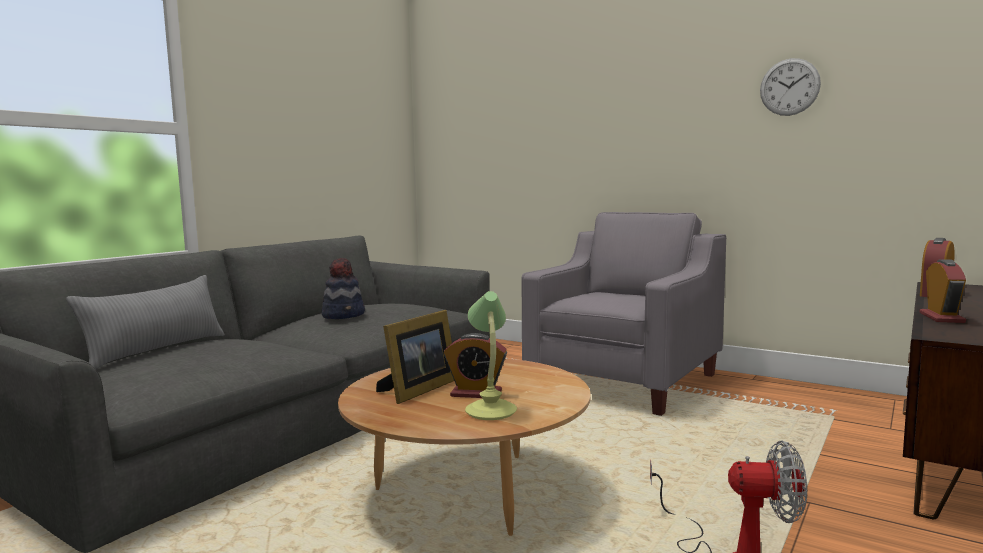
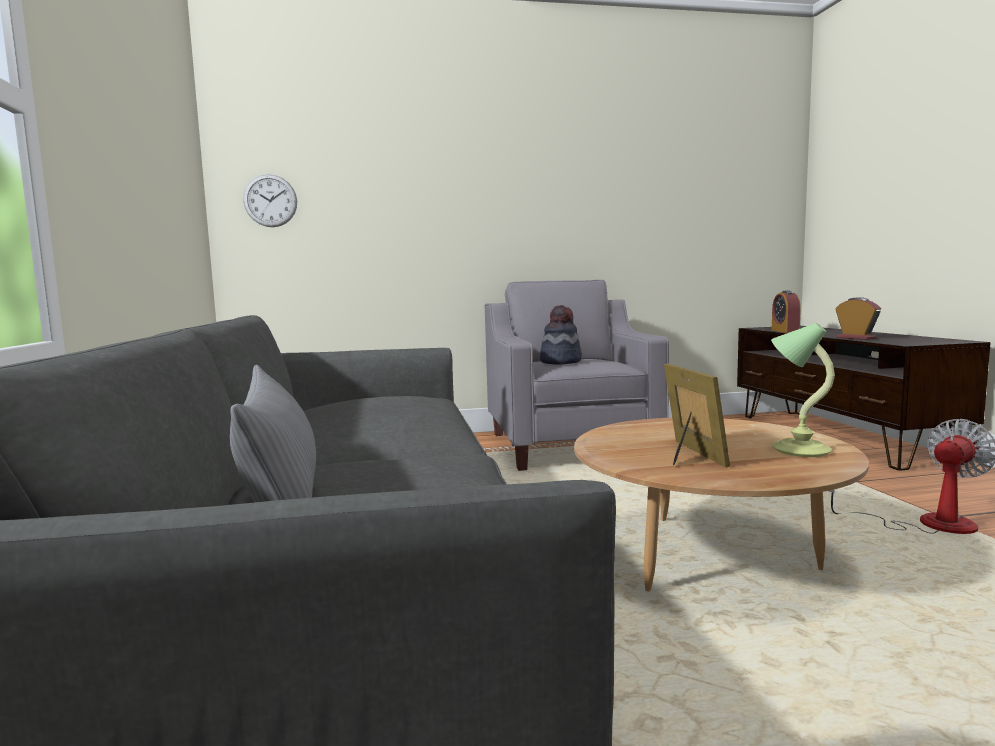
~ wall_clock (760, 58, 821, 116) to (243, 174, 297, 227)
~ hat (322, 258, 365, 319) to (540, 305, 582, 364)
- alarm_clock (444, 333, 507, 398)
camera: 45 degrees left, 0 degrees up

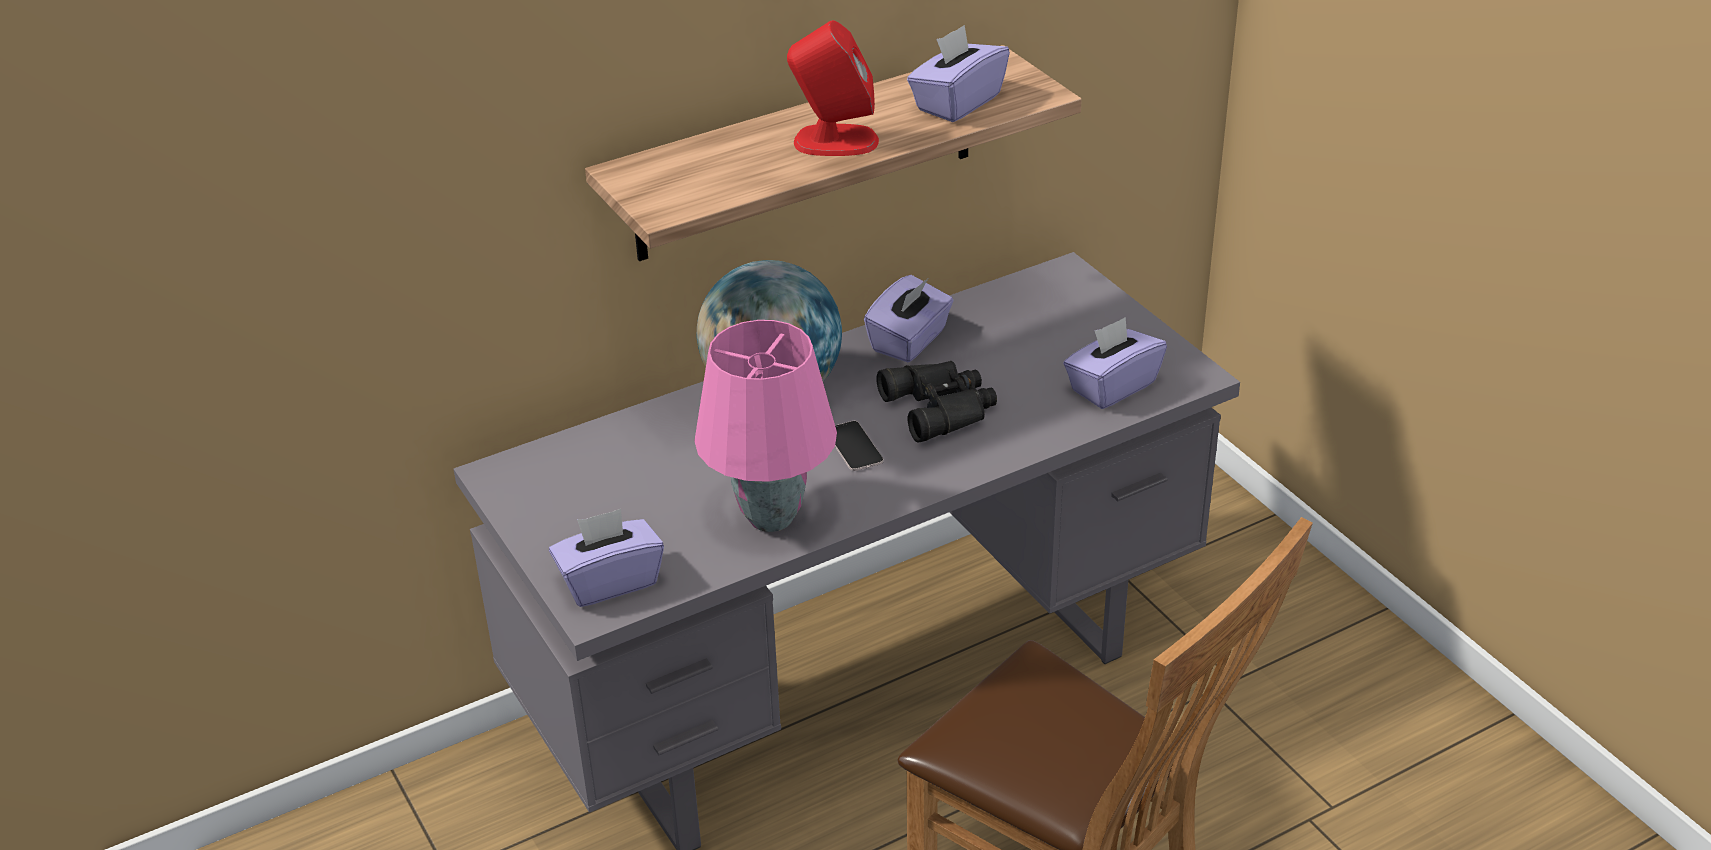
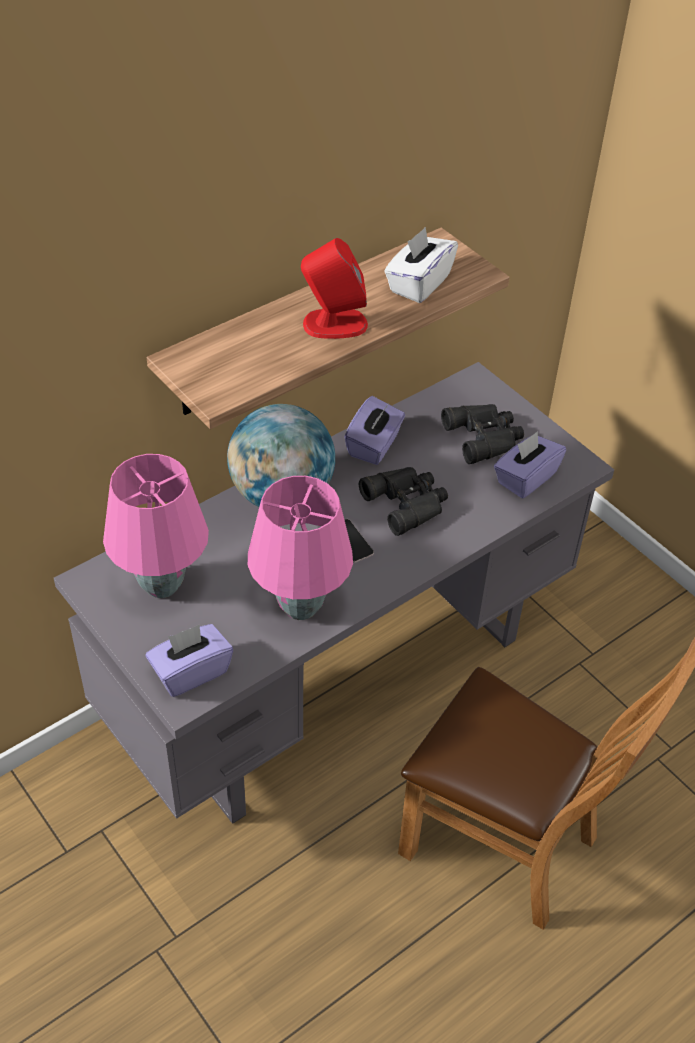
~ purple_tissue_box (907, 25, 1010, 122) to white_tissue_box (384, 227, 458, 303)
+ black_binoculars (441, 404, 524, 464)
+ pink_table_lamp (103, 454, 209, 598)
camera: 10 degrees left, 10 degrees up

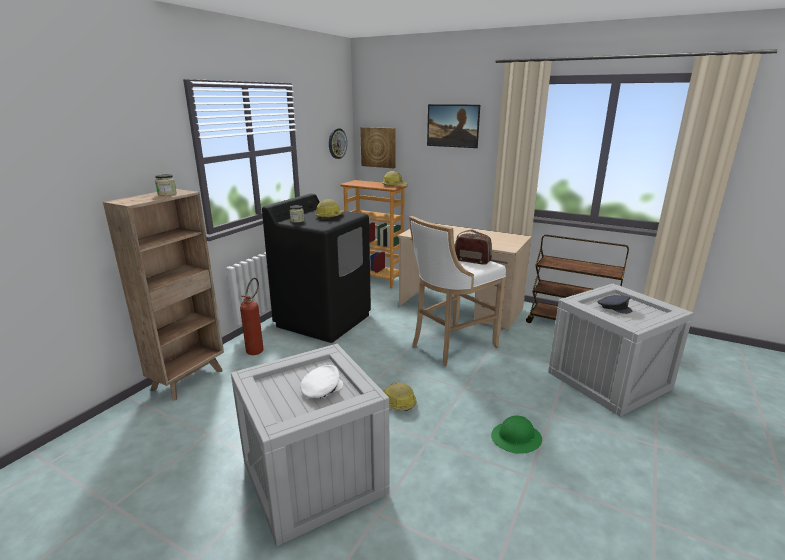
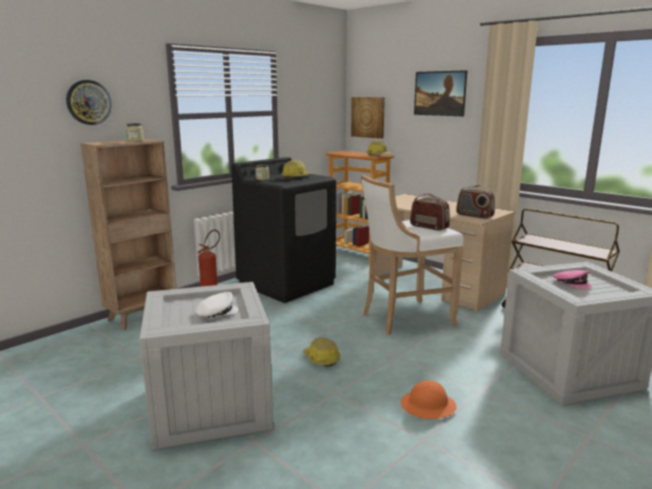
~ wall_clock (329, 128, 347, 159) to (66, 80, 112, 125)
~ grey_cap (597, 295, 632, 314) to pink_cap (553, 270, 592, 289)
~ green_hard_hat (491, 416, 542, 454) to orange_hard_hat (401, 381, 457, 419)
+ radio (456, 185, 495, 219)
camera: 15 degrees right, 5 degrees down

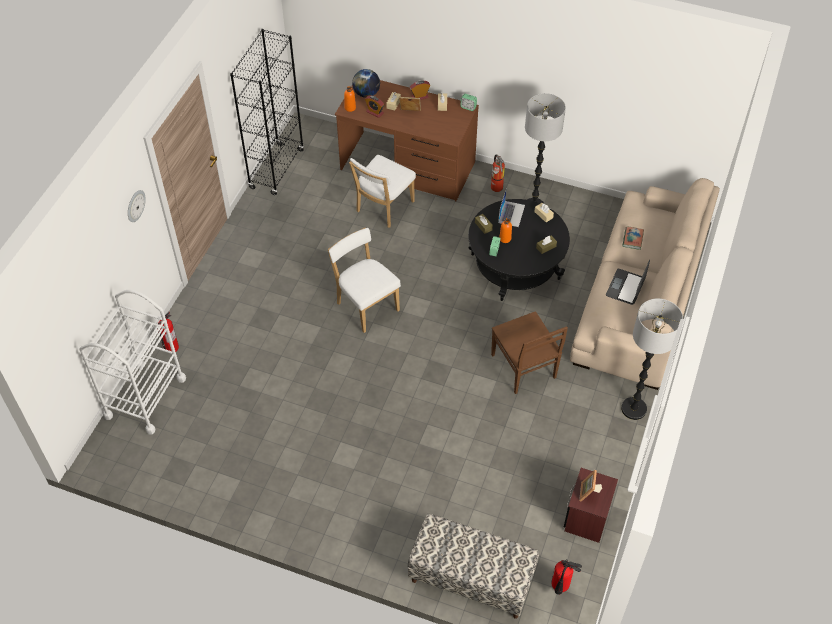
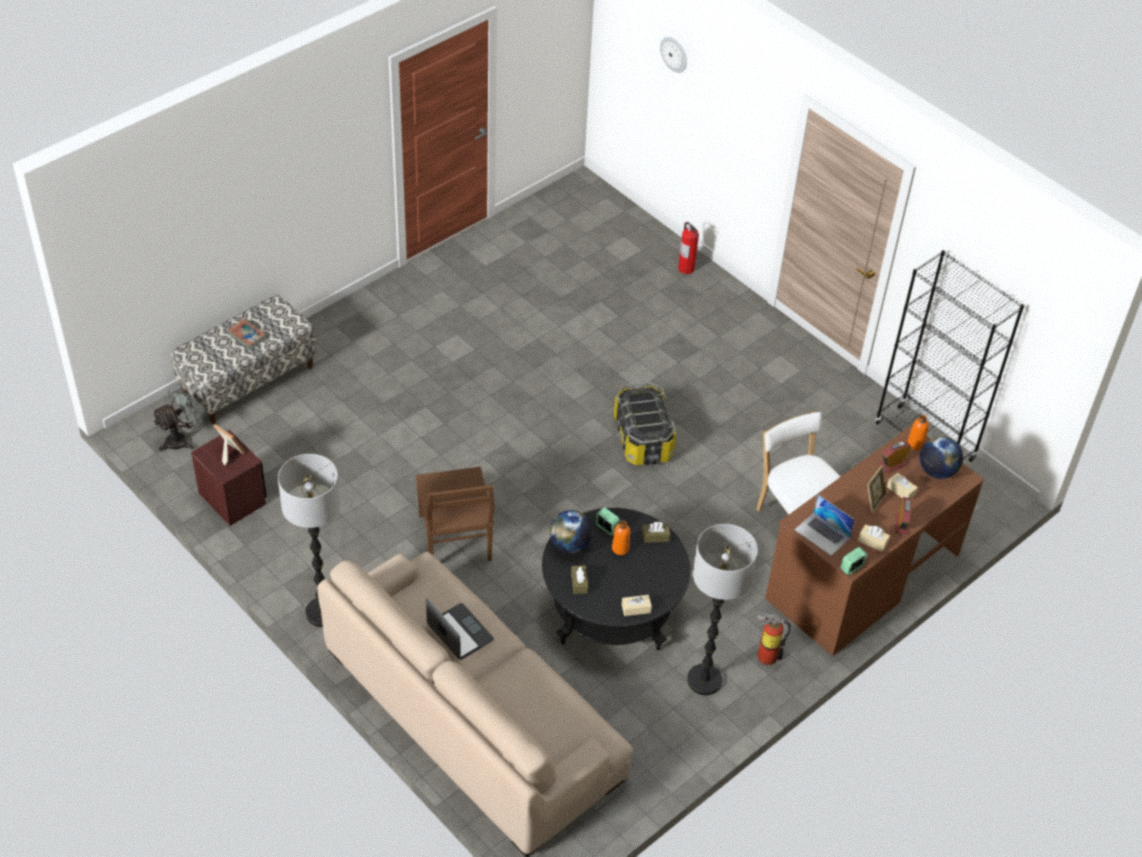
~ laptop (498, 188, 525, 227) to (795, 494, 855, 556)
~ wall_clock (128, 190, 146, 222) to (660, 37, 687, 73)
~ book (622, 226, 644, 250) to (227, 319, 267, 350)
~ white_chair (328, 228, 401, 333) to storage_box (614, 382, 676, 465)
- white_cart (79, 290, 186, 435)
~ brown_chair (491, 311, 568, 394) = (415, 467, 494, 561) 105 degrees counterclockwise
~ fire_extinguisher (551, 559, 582, 595) to grey_fan (152, 384, 204, 452)
+ globe (550, 510, 593, 553)
camera: 115 degrees right, 5 degrees down

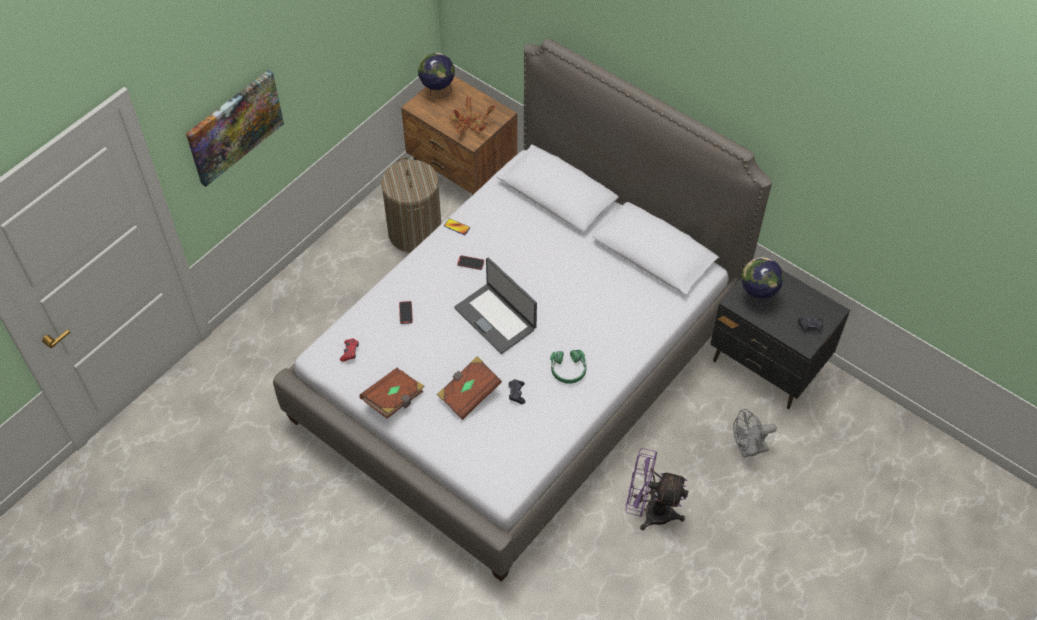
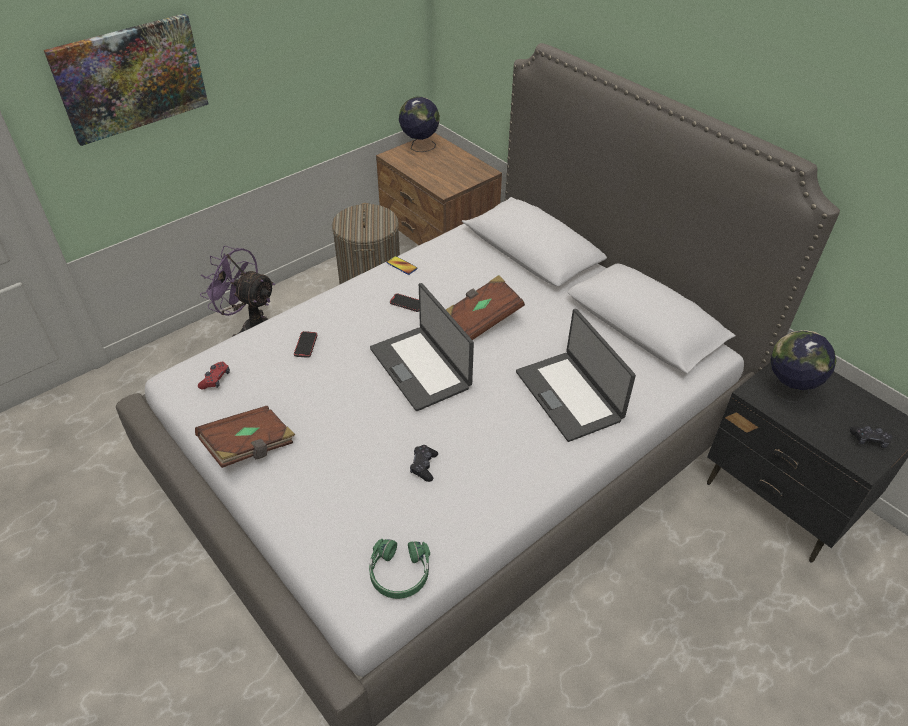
- potted_plant (450, 97, 495, 133)
~ green_headphones (550, 349, 587, 384) to (369, 539, 430, 599)
~ brown_book (437, 356, 502, 420) to (446, 275, 525, 340)
- grey_fan (733, 409, 777, 458)
~ purple_fan (625, 448, 689, 531) to (200, 246, 275, 337)
+ laptop (516, 309, 636, 442)
camera: 10 degrees right, 10 degrees down

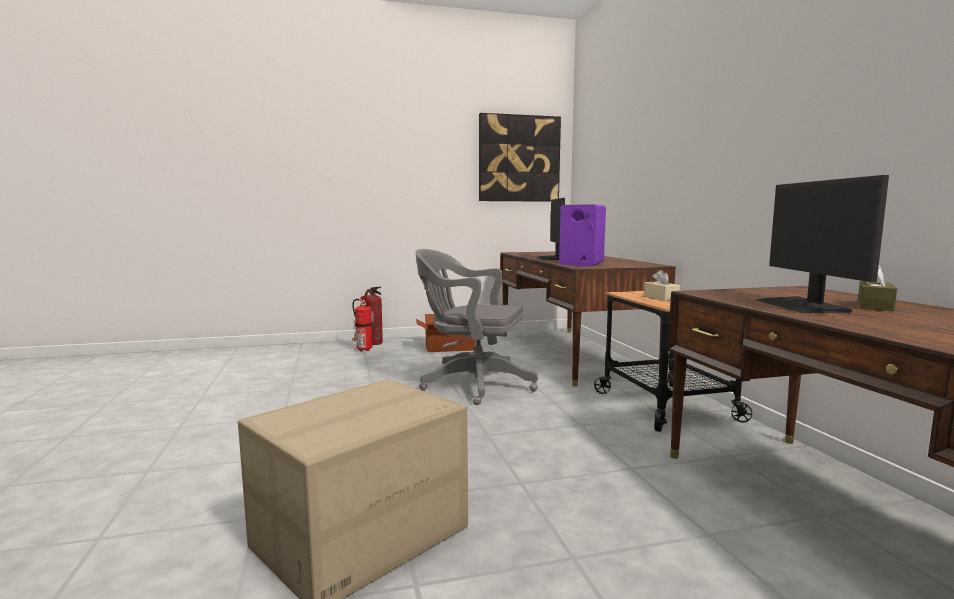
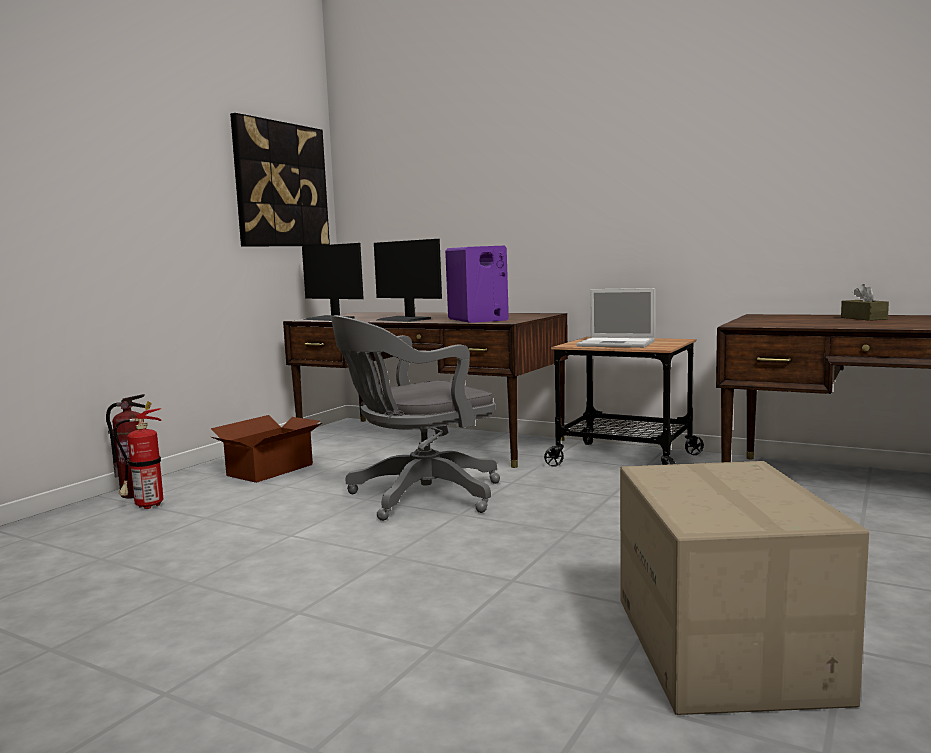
~ monitor (756, 175, 889, 313) to (302, 243, 364, 321)
~ beige_tissue_box (644, 270, 680, 301) to laptop (577, 288, 655, 348)
camera: 45 degrees left, 0 degrees up

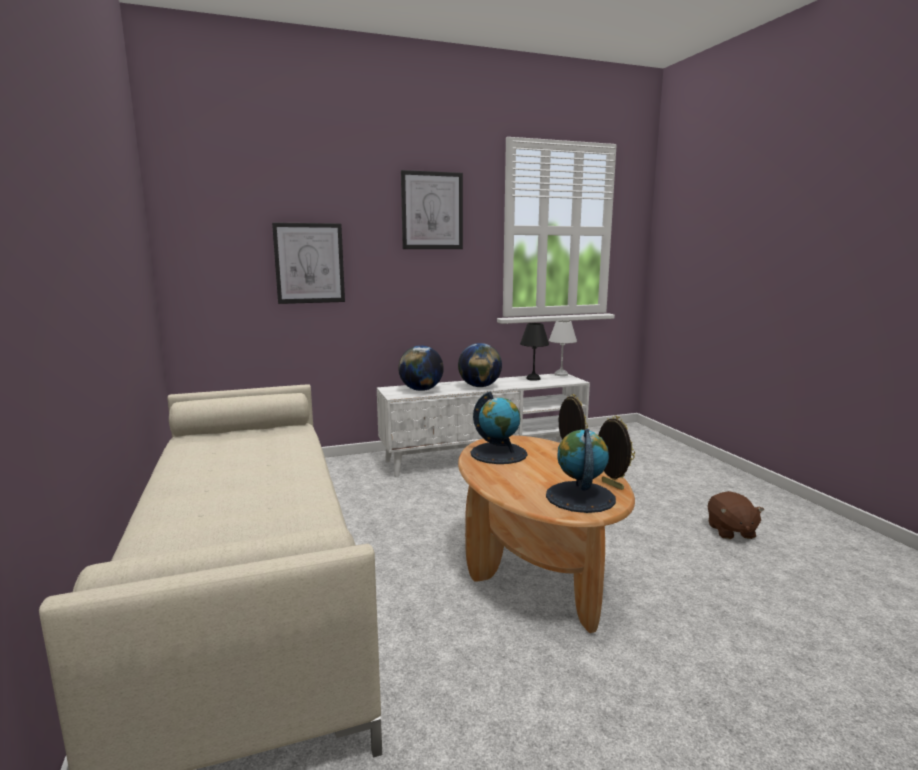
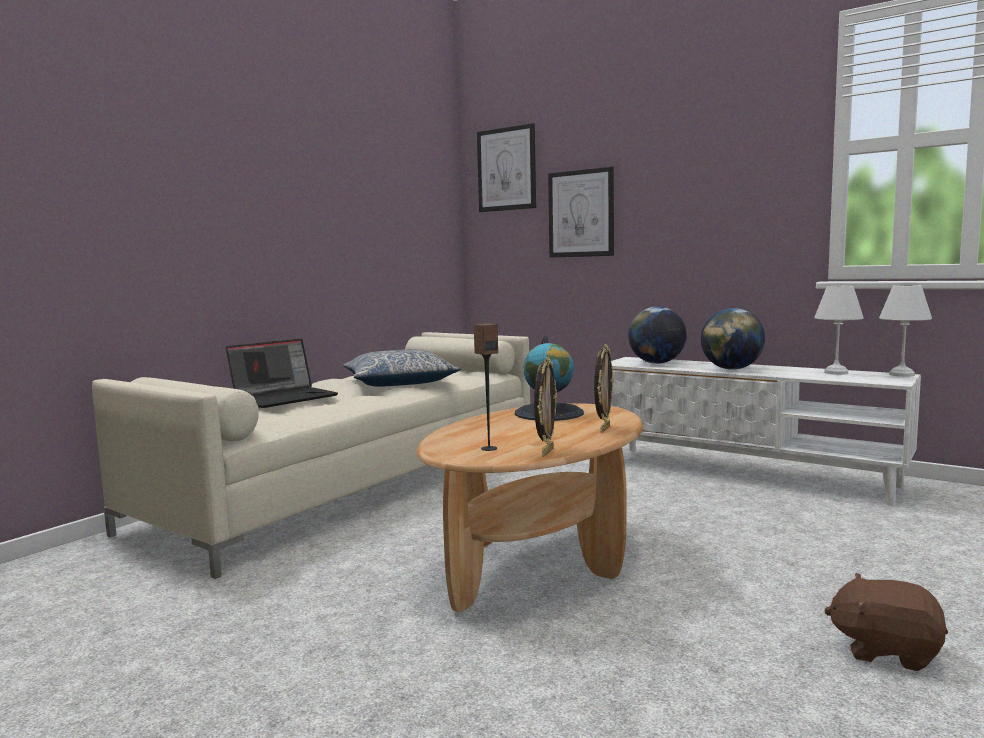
~ picture (401, 170, 463, 249) to (477, 123, 536, 212)
~ black_table_lamp (520, 323, 549, 381) to white_table_lamp (814, 286, 864, 375)
~ globe (546, 428, 616, 513) to speaker (474, 323, 498, 451)
~ brown_plush_toy (708, 491, 764, 539) = (824, 573, 948, 671) 60 degrees clockwise
+ laptop (225, 339, 338, 408)
+ pillow (343, 349, 461, 387)
camera: 55 degrees right, 5 degrees down

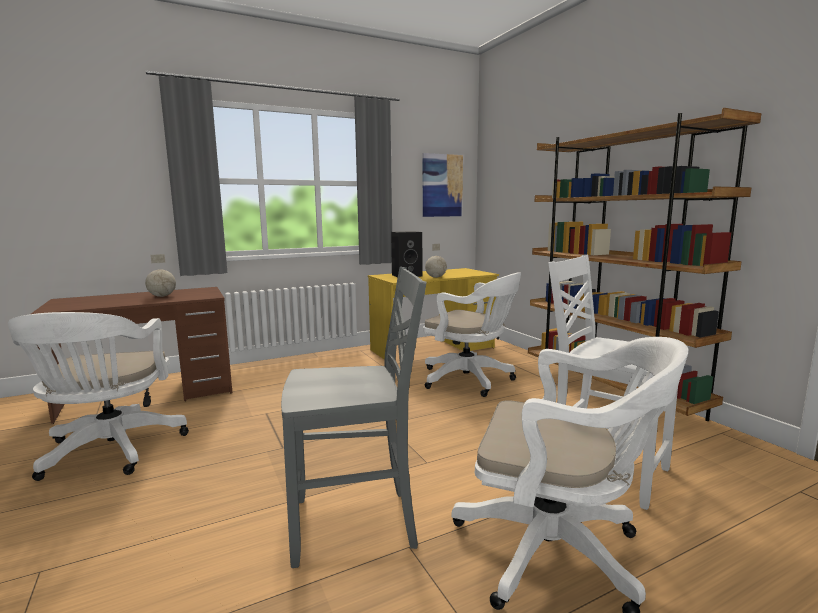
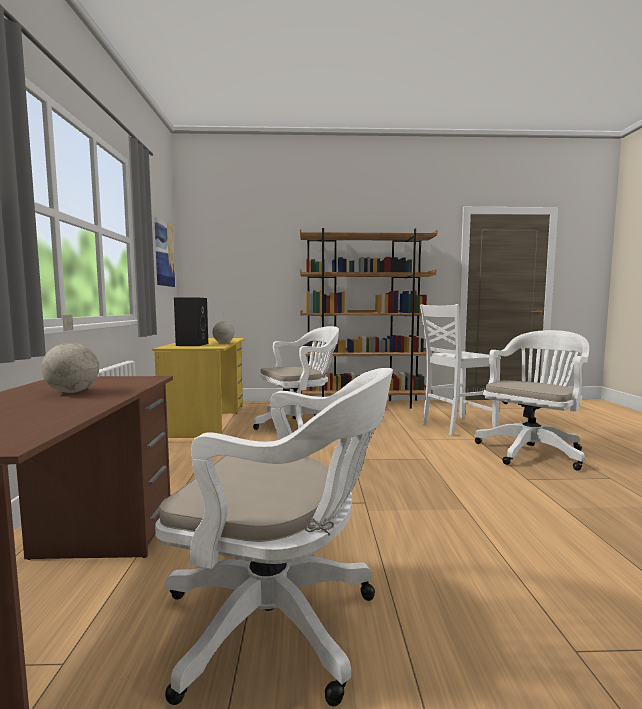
- grey_chair (281, 267, 426, 568)
camera: 65 degrees left, 5 degrees down

